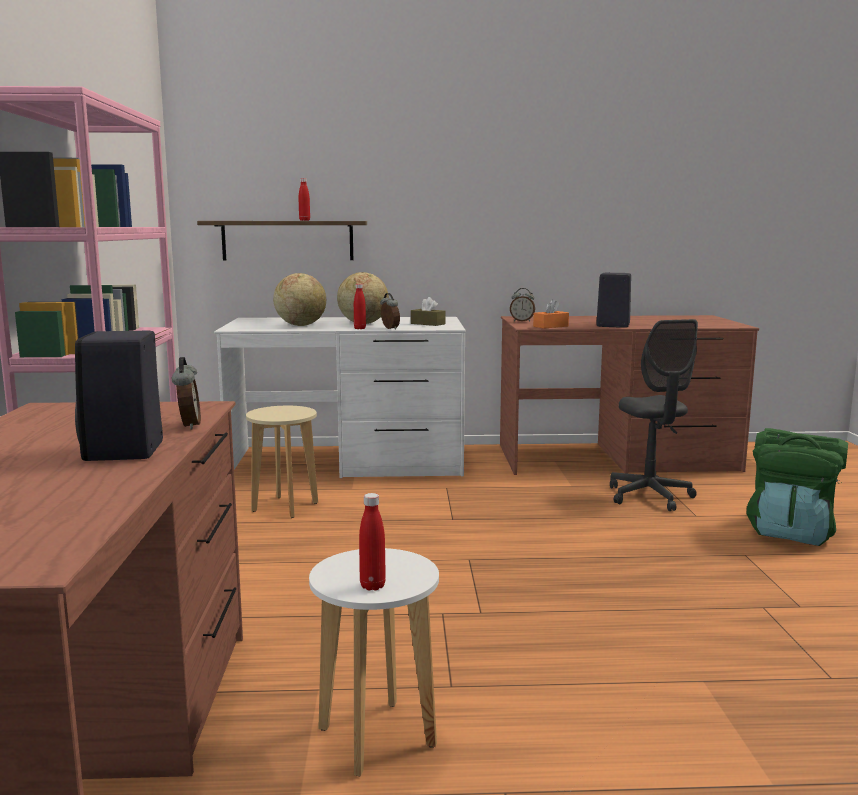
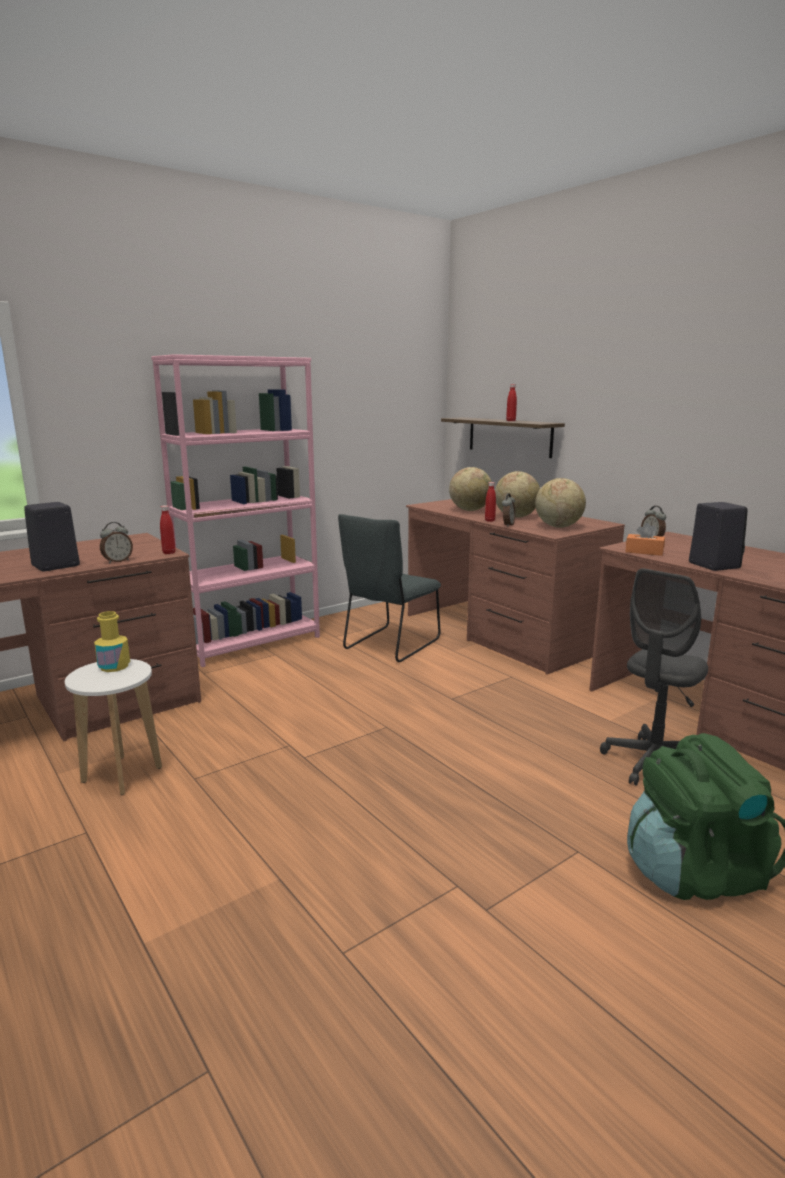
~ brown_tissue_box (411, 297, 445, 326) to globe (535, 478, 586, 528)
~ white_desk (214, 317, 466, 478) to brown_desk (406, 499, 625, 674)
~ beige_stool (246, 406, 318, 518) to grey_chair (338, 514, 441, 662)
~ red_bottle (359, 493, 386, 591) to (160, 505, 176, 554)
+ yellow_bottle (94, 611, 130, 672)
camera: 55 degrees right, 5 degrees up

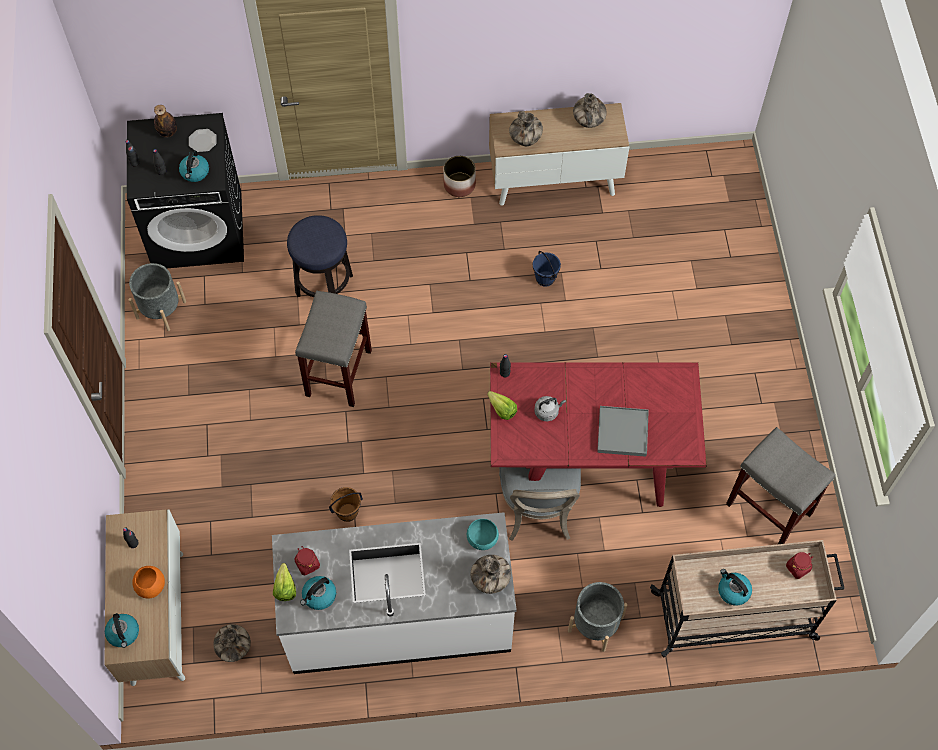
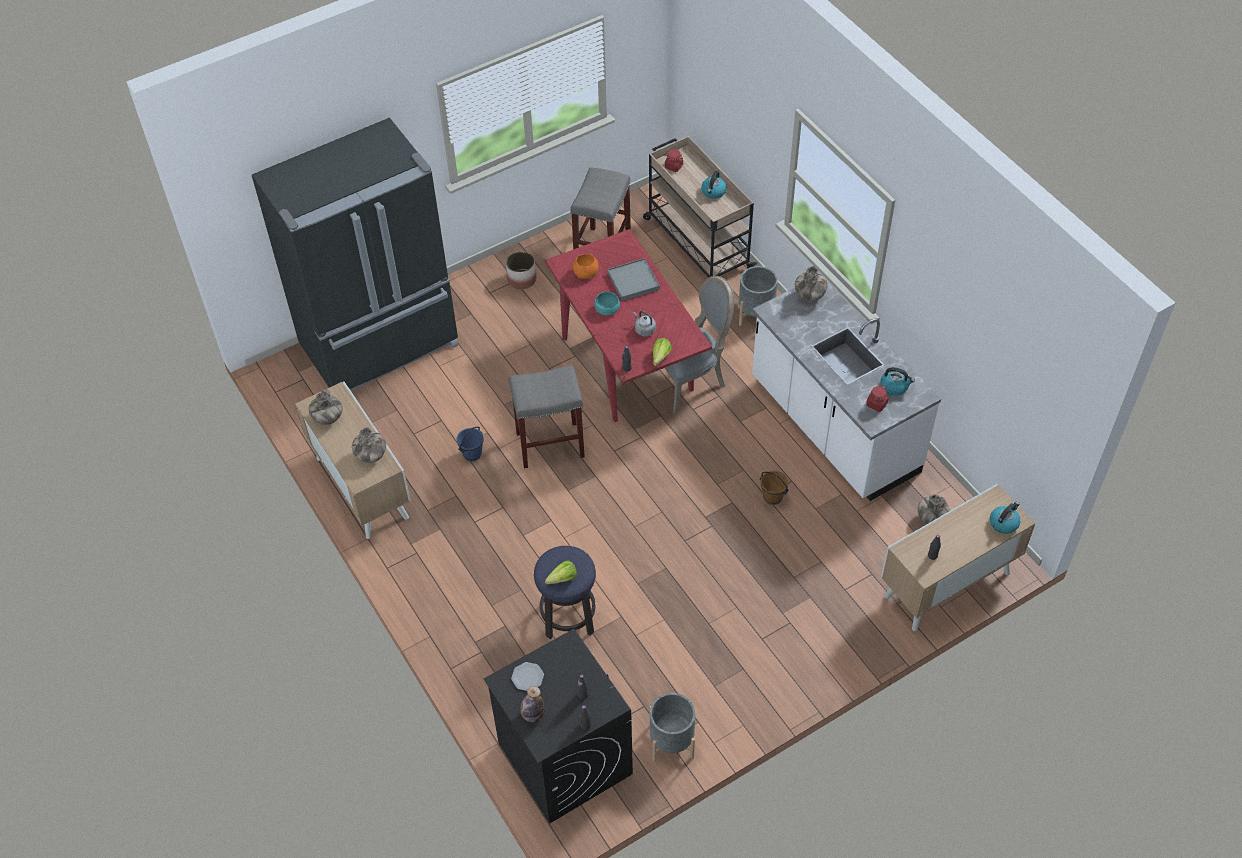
- kettle (179, 150, 209, 182)
~ planter (444, 156, 476, 197) to (506, 251, 536, 289)
~ grey_stool (295, 290, 372, 407) to (509, 365, 585, 468)
~ turquoise_bowl (467, 519, 499, 550) to (594, 292, 620, 315)
~ lettuce (273, 563, 296, 601) to (545, 560, 577, 584)
~ orange_bowl (132, 566, 165, 599) to (573, 254, 599, 279)
+ black_fridge (252, 118, 458, 391)
camera: 115 degrees left, 10 degrees down

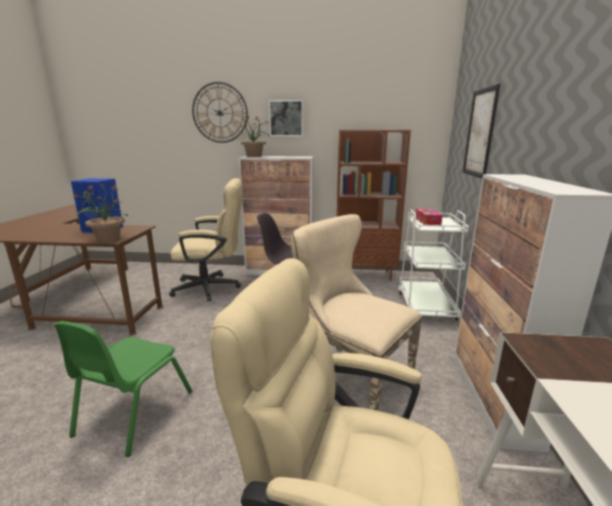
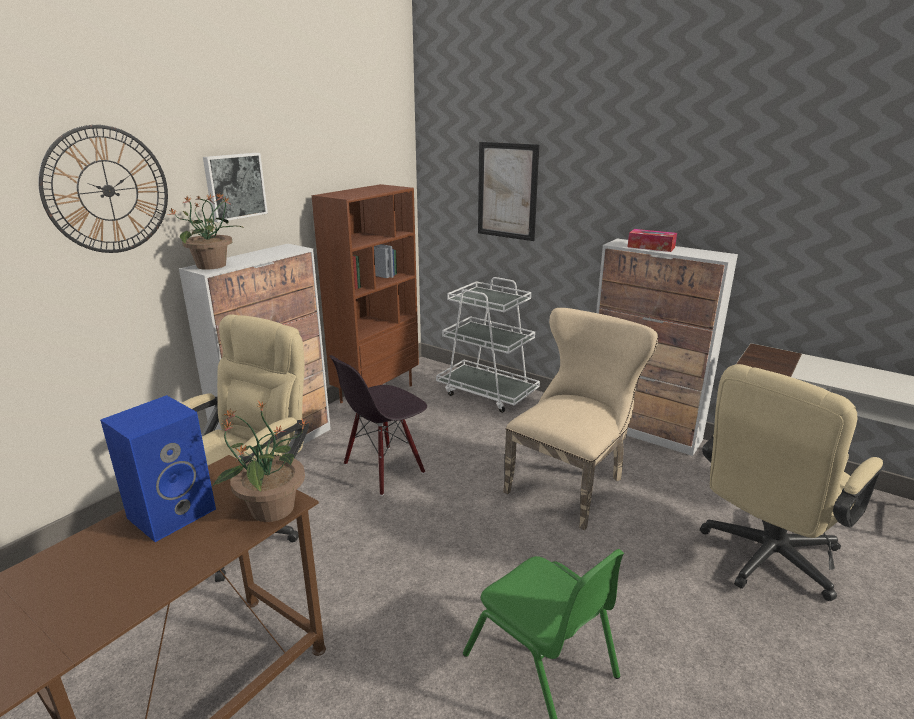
~ tissue_box (416, 209, 443, 225) to (628, 229, 677, 252)
~ beige_chair (291, 214, 422, 411) = (503, 308, 658, 530) 150 degrees clockwise
camera: 60 degrees left, 5 degrees up

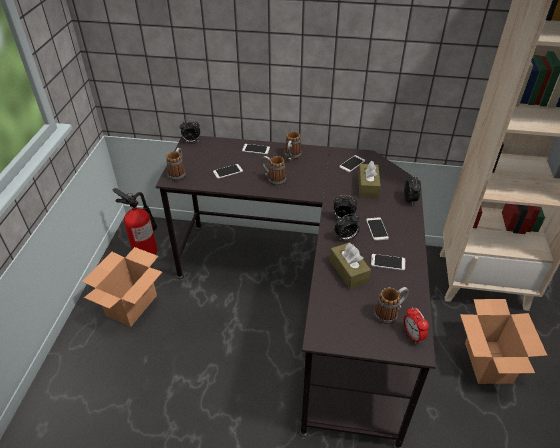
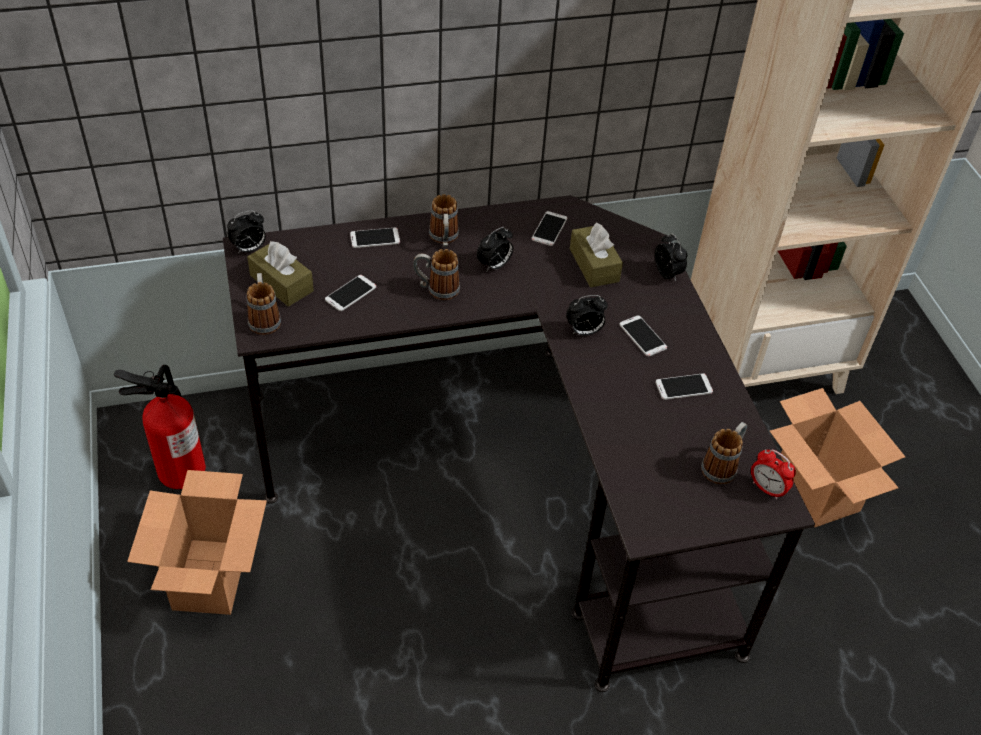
~ alarm_clock (334, 214, 360, 240) to (477, 227, 513, 271)
~ brown_tissue_box (330, 242, 371, 289) to (247, 241, 314, 307)
camera: 25 degrees left, 5 degrees up

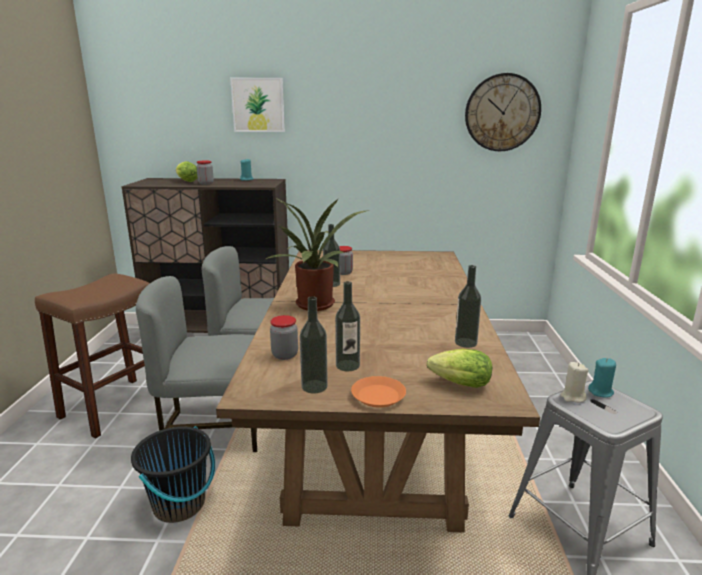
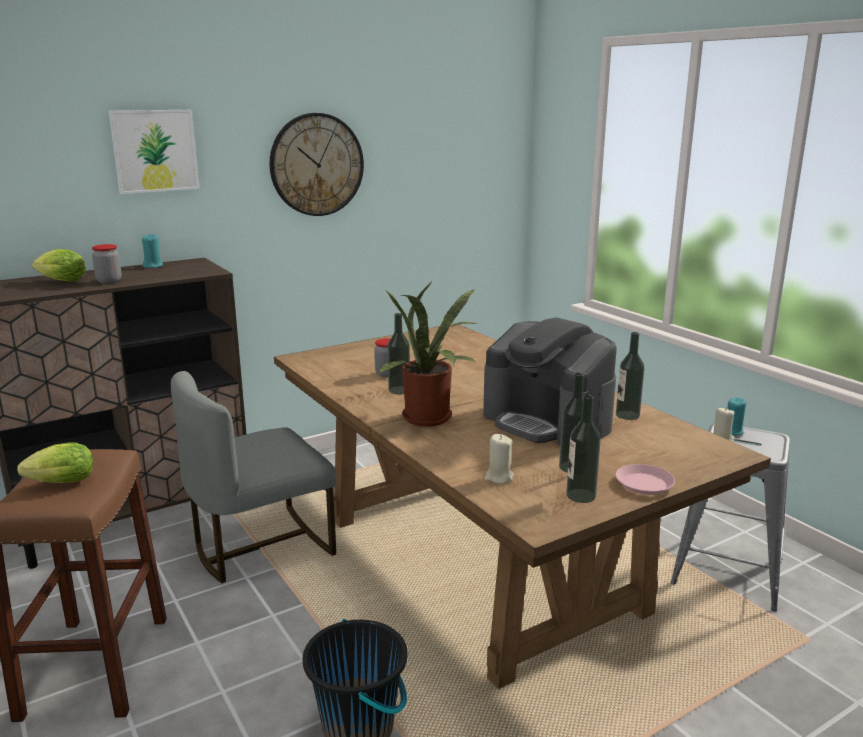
~ wall_clock (465, 73, 541, 151) to (269, 113, 364, 216)
- grey_chair (136, 276, 257, 452)
~ jar (270, 315, 298, 360) to beige_candle (485, 434, 514, 484)
~ lettuce (427, 349, 492, 388) to (17, 442, 93, 483)
~ orange_plate (351, 376, 406, 408) to pink_plate (615, 464, 675, 495)
+ coffee_machine (483, 317, 617, 445)
camera: 35 degrees left, 0 degrees up

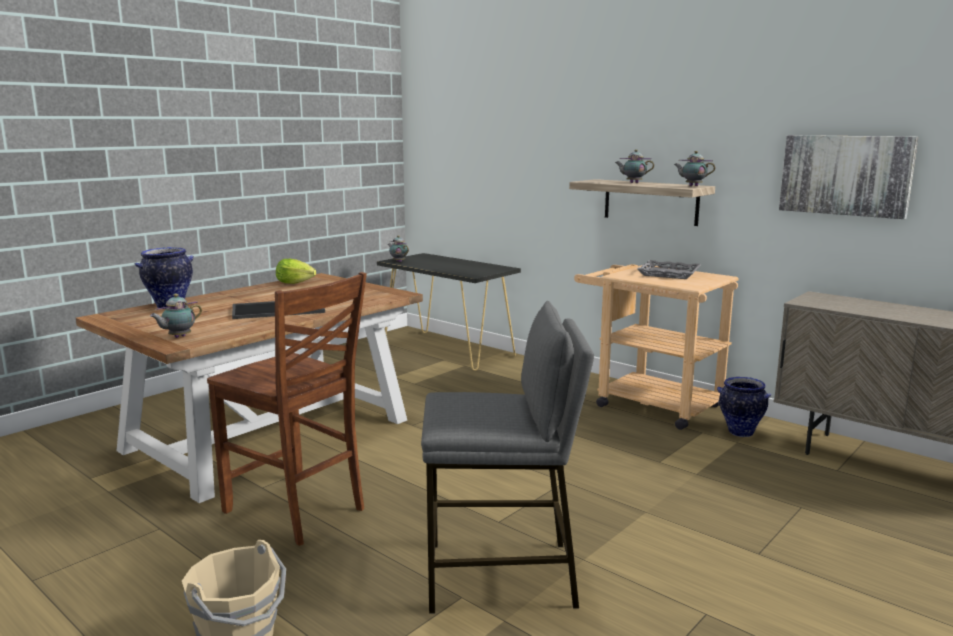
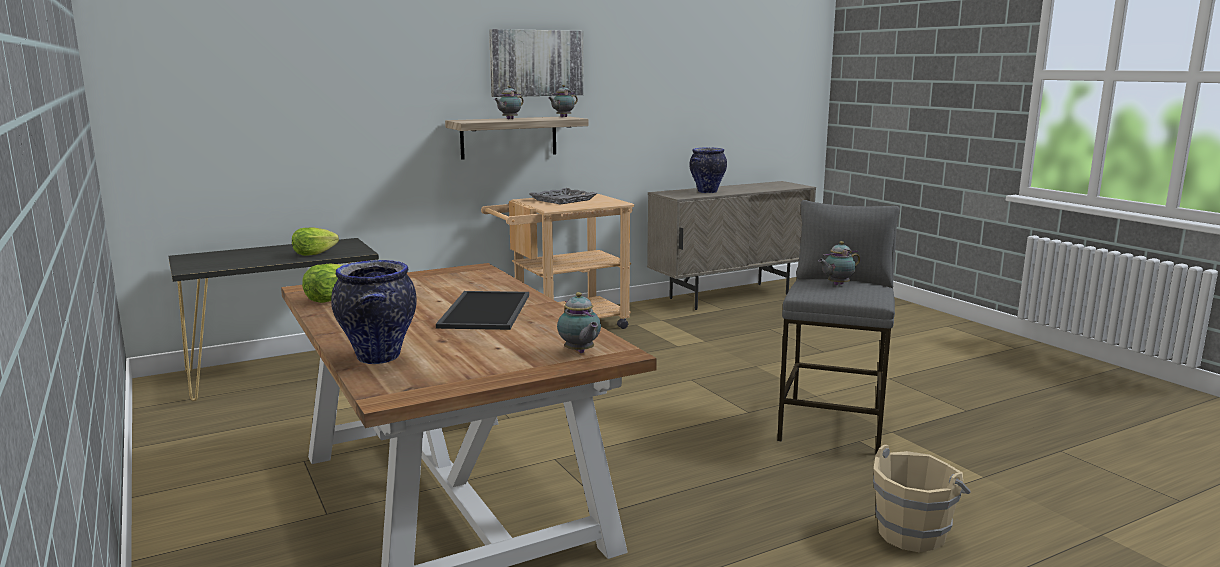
~ picture (779, 135, 918, 219) to (489, 29, 584, 97)
~ teapot (388, 235, 409, 262) to (818, 241, 860, 285)
- brown_chair (207, 272, 367, 546)
~ vase (717, 377, 771, 437) to (689, 147, 727, 193)
+ lettuce (292, 227, 339, 256)
camera: 70 degrees left, 0 degrees up

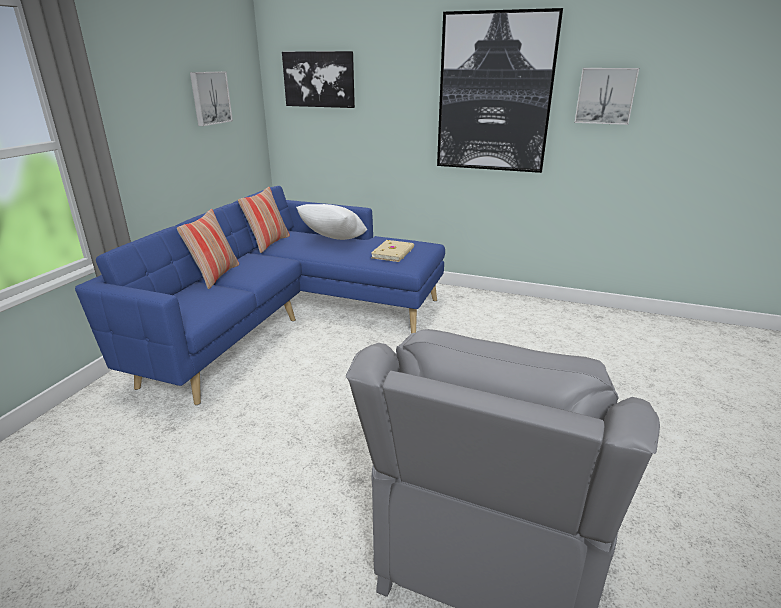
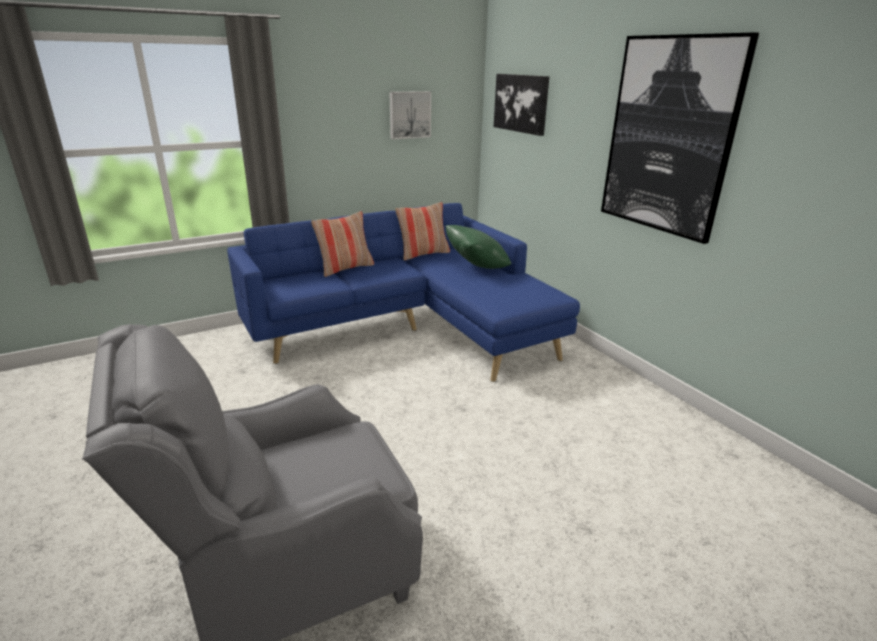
- picture (574, 68, 639, 125)
~ white_pillow (296, 204, 367, 240) to green_pillow (445, 225, 512, 269)
- beige_book (371, 240, 414, 262)
camera: 40 degrees right, 0 degrees up

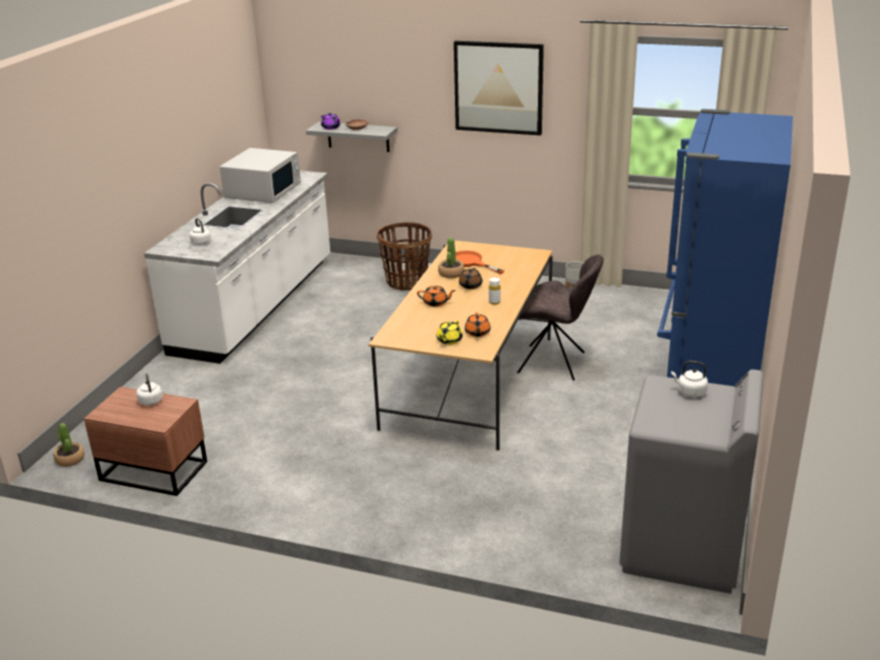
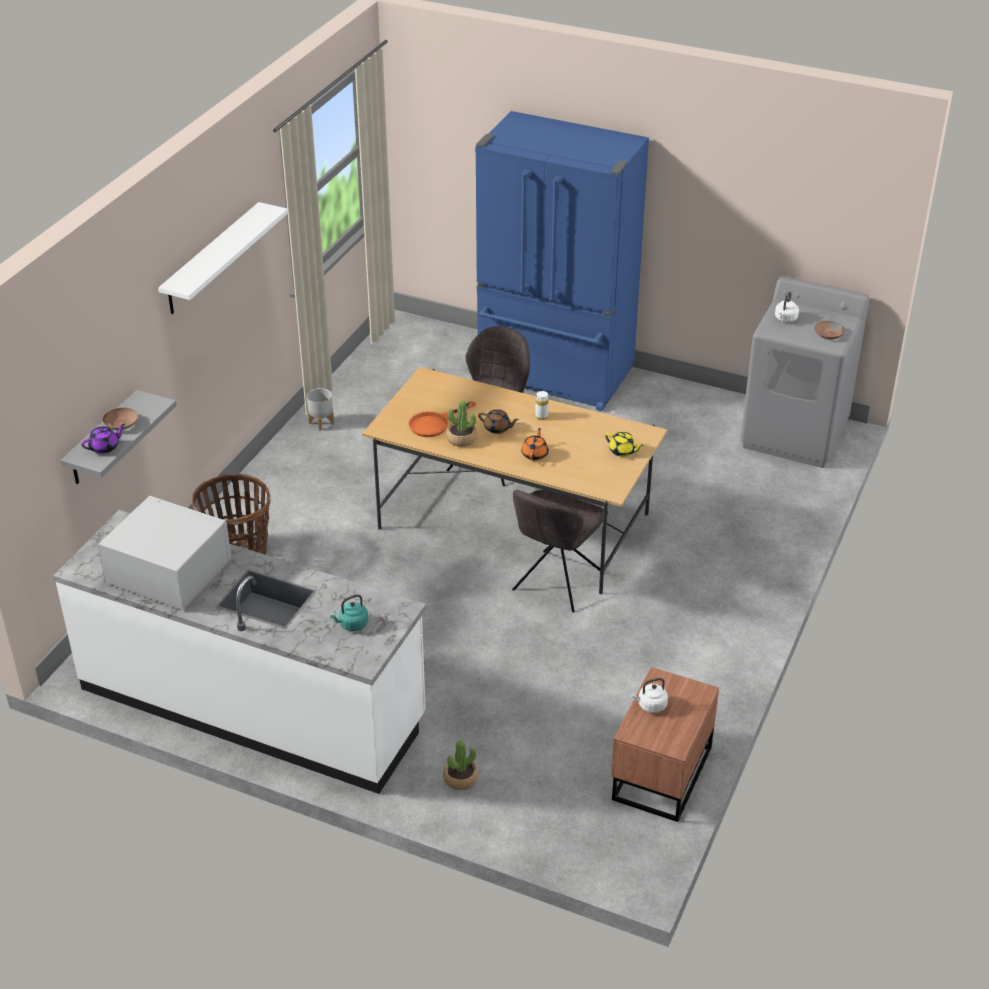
~ picture (454, 41, 544, 136) to white_shelf (158, 202, 288, 314)
~ white_kettle (189, 218, 211, 245) to turquoise_kettle (330, 594, 368, 631)
- orange_teapot (465, 312, 491, 337)
~ potted_plant (53, 423, 84, 467) to (443, 740, 478, 790)
+ brown_bowl (814, 321, 844, 340)
+ grey_chair (512, 490, 608, 613)
camera: 85 degrees left, 10 degrees up

